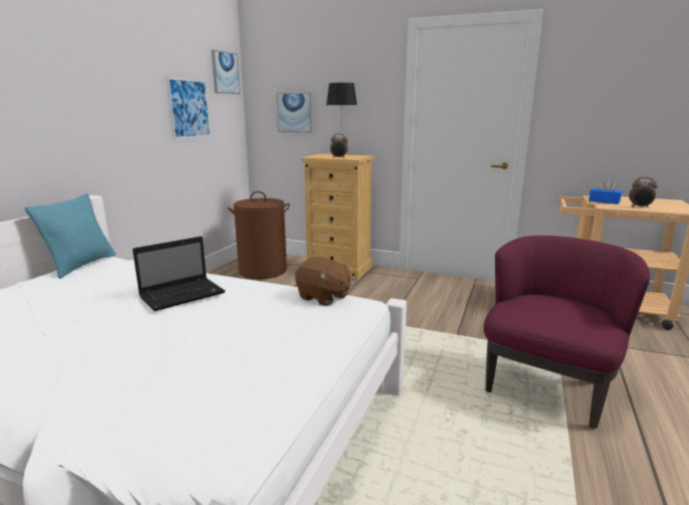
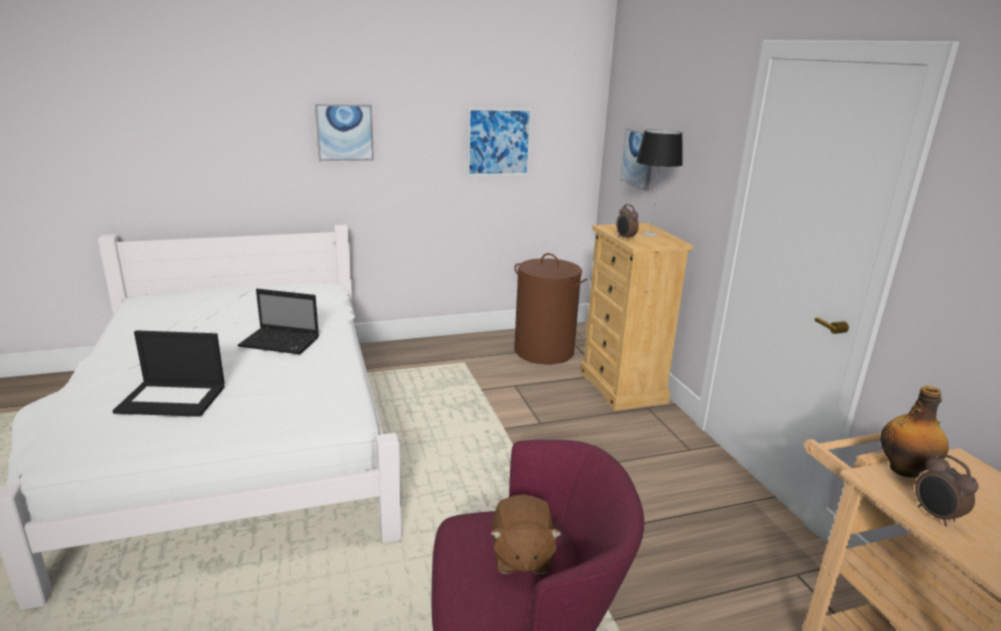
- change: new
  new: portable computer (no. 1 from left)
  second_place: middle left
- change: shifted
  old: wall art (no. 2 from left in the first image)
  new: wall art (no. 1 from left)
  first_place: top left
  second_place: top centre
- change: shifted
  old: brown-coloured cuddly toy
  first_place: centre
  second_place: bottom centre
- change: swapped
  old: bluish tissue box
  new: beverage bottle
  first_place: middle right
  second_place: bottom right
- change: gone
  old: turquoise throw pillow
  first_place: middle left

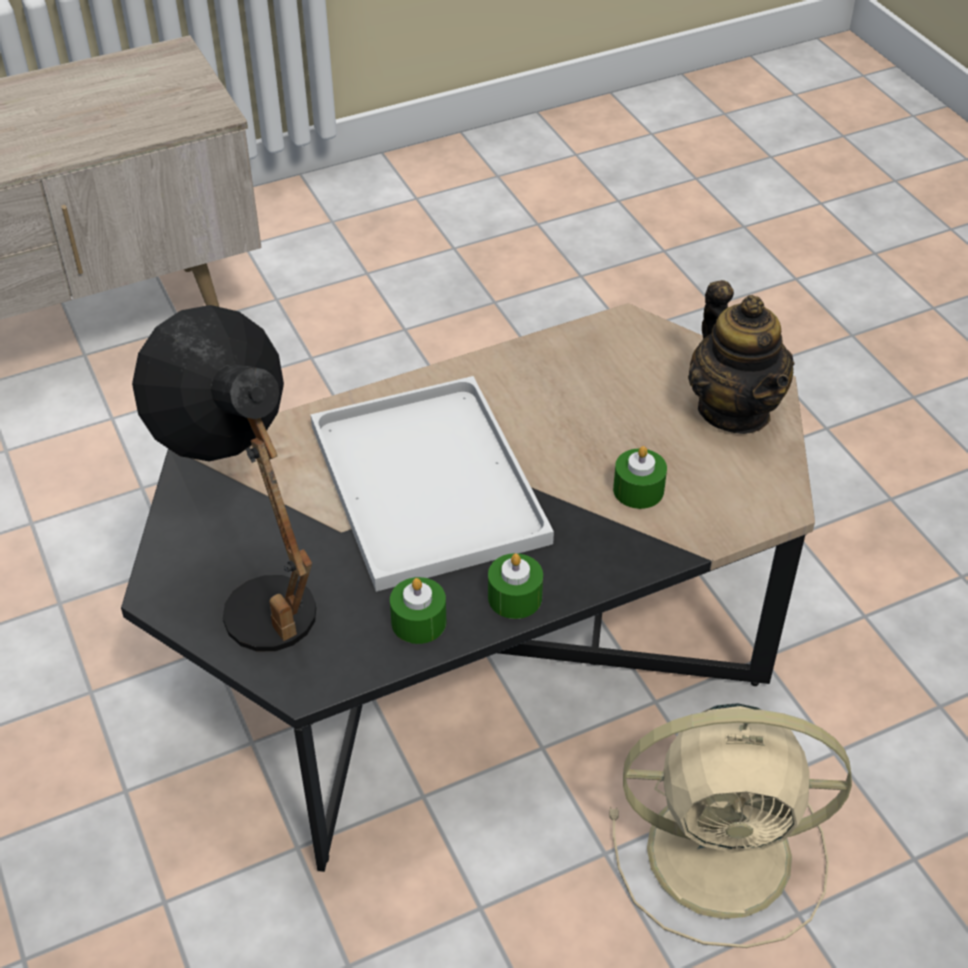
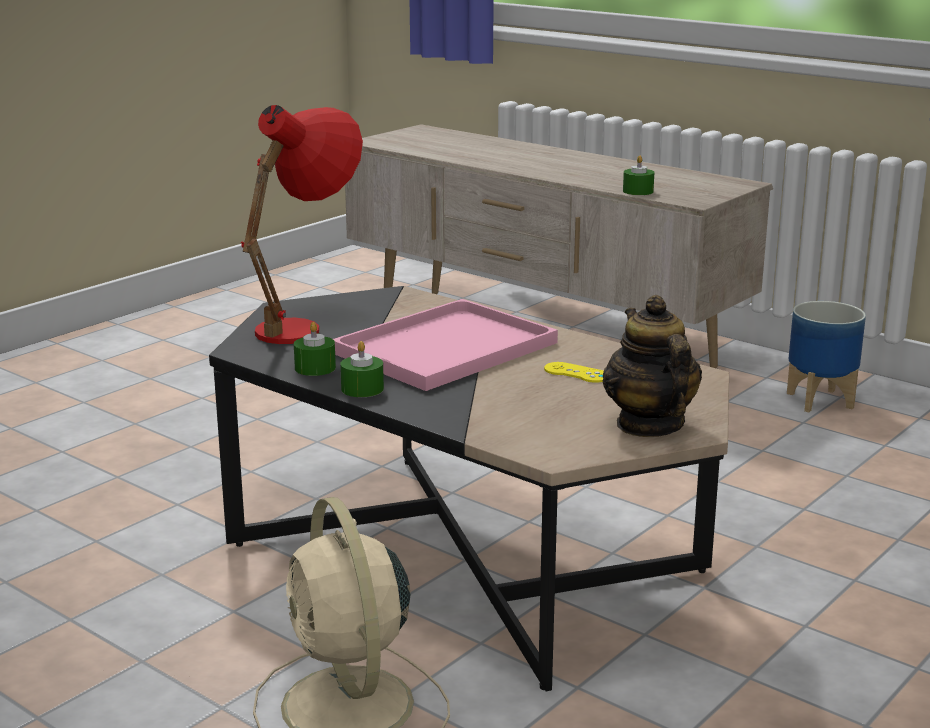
- change: repainted
  old: black tabletop lamp
  new: red tabletop lamp
  first_place: middle left
  second_place: top left
- change: repainted
  old: white-coloured serving tray
  new: pink serving tray
  first_place: centre
  second_place: centre
- change: new
  new: yellow-coloured game controller
  second_place: centre
- change: rotated
  old: pot for tea
  first_place: middle right
  second_place: middle right
  degrees: 120
- change: shifted
  old: greenish wax light (no. 3 from left)
  first_place: centre
  second_place: top right
- change: new
  new: plant pot
  second_place: middle right

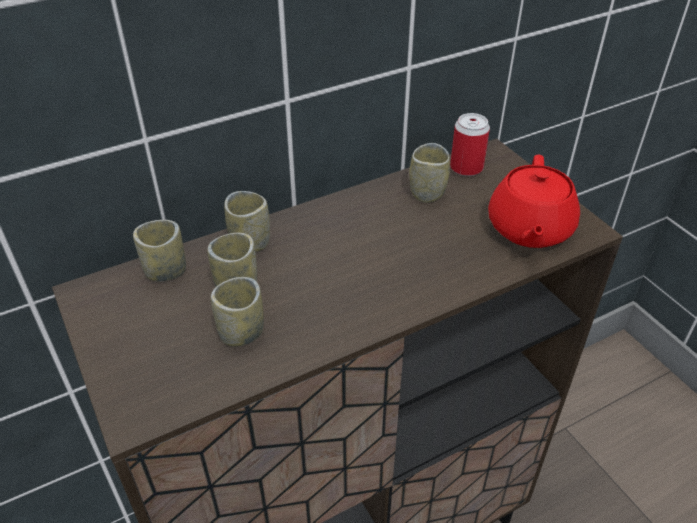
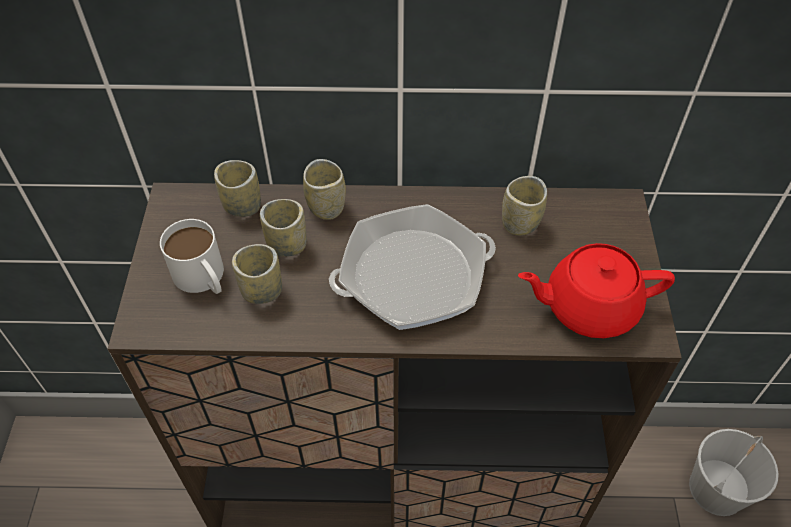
- change: new
  new: white-coloured tea mug
  second_place: middle left
- change: new
  new: pan
  second_place: centre
- change: rotated
  old: red pot for tea
  first_place: middle right
  second_place: middle right
  degrees: 45
- change: new
  new: white-coloured pail
  second_place: bottom right
- change: gone
  old: sealed can
  first_place: top right

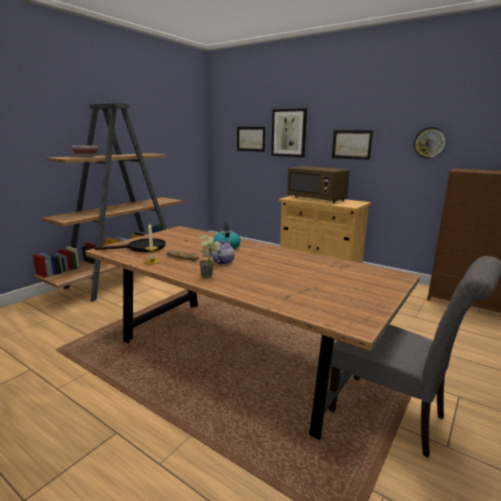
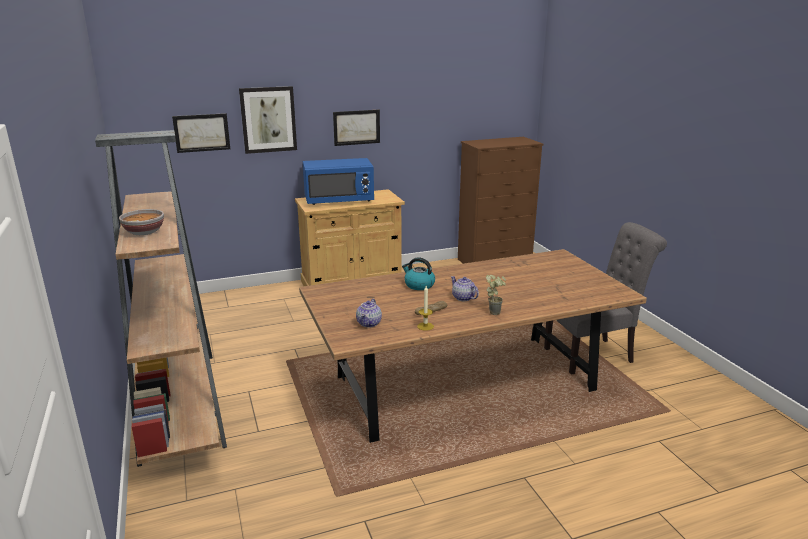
- change: repainted
  old: brown-coloured kitchen microwave
  new: bluish kitchen microwave
  first_place: centre
  second_place: centre
- change: swapped
  old: black pan
  new: pot for tea (no. 1 from left)
  first_place: middle left
  second_place: centre
- change: gone
  old: hanging clock
  first_place: top right

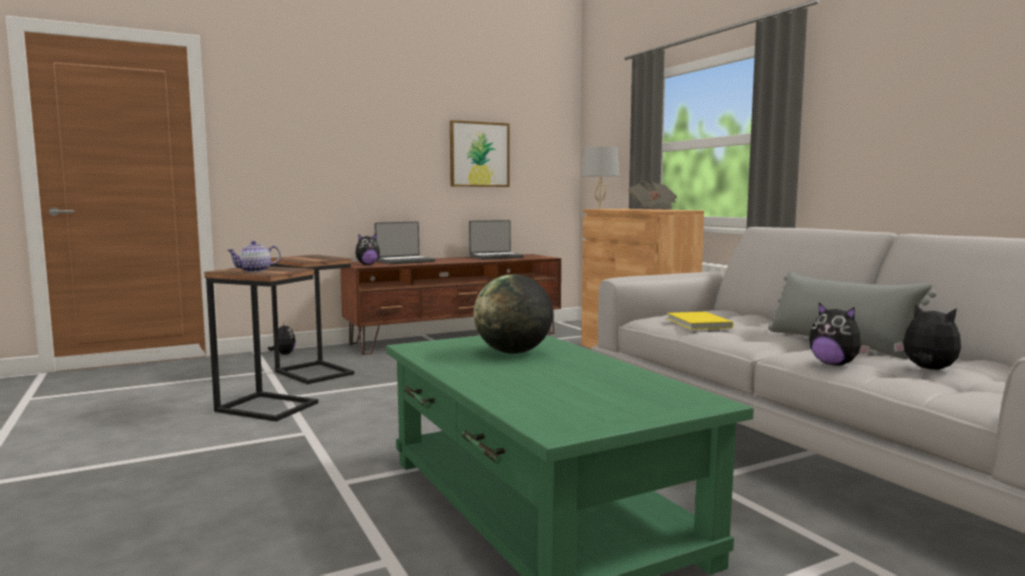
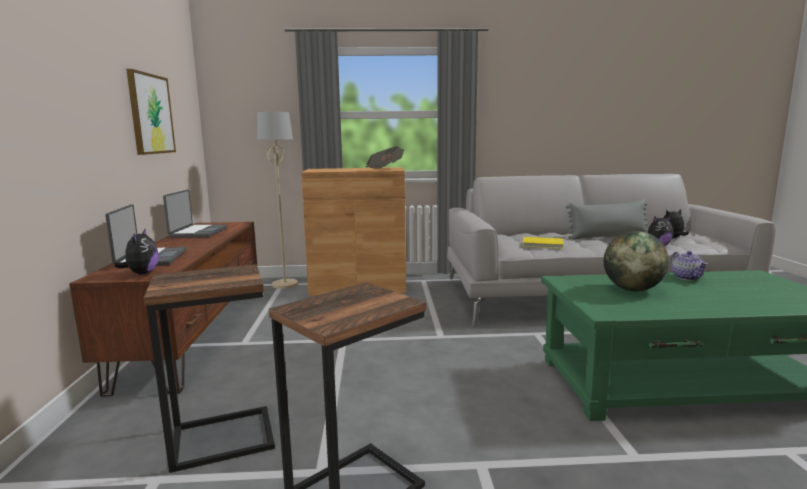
- change: shifted
  old: pot for tea
  first_place: middle left
  second_place: middle right
- change: gone
  old: cuddly toy (no. 1 from left)
  first_place: middle left

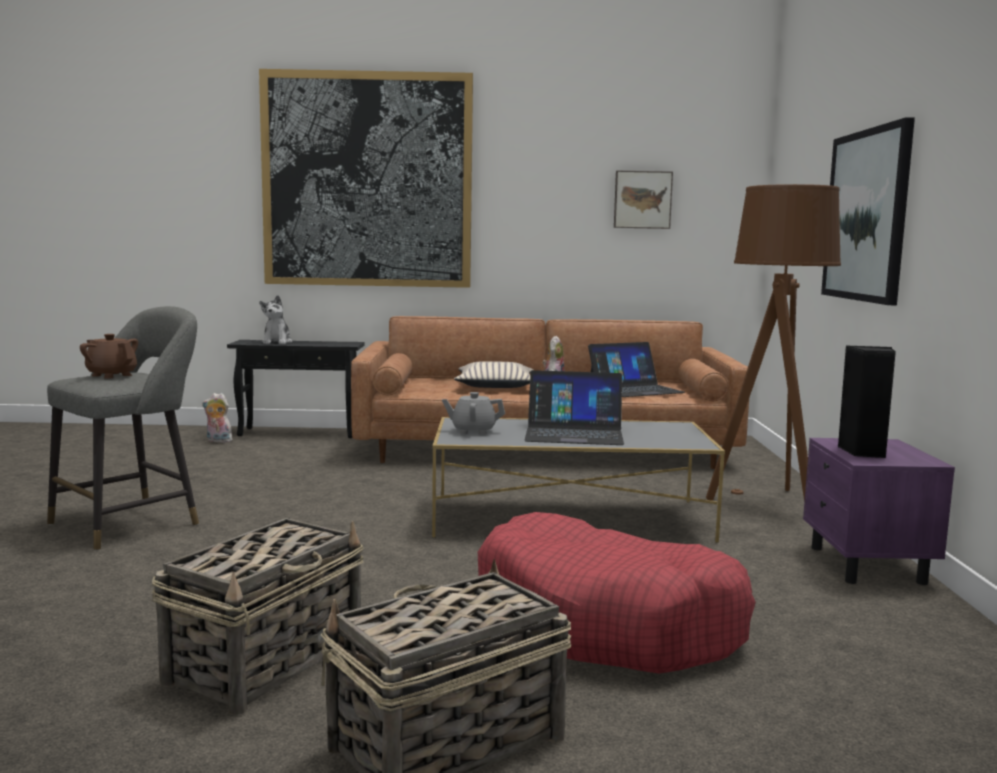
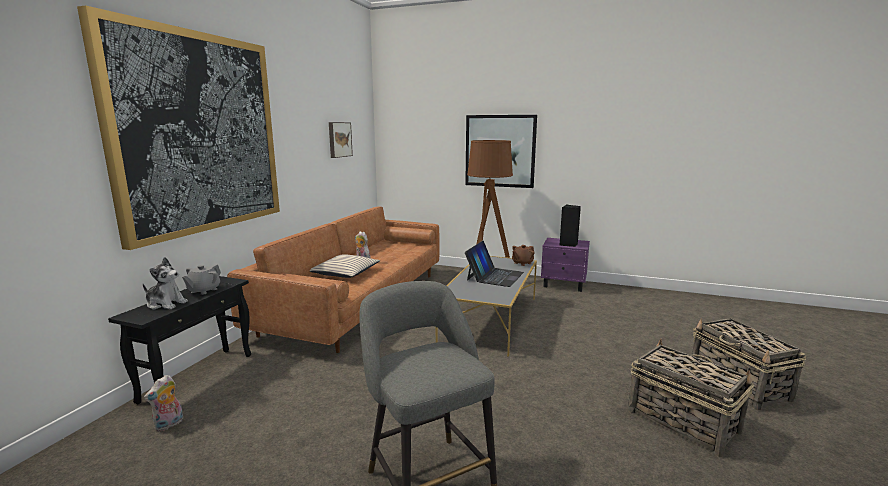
- change: shifted
  old: gray pot for tea
  first_place: centre
  second_place: middle left
- change: shifted
  old: brown-coloured pot for tea
  first_place: middle left
  second_place: centre
- change: gone
  old: red dog bed
  first_place: bottom centre
- change: gone
  old: portable computer (no. 2 from left)
  first_place: centre

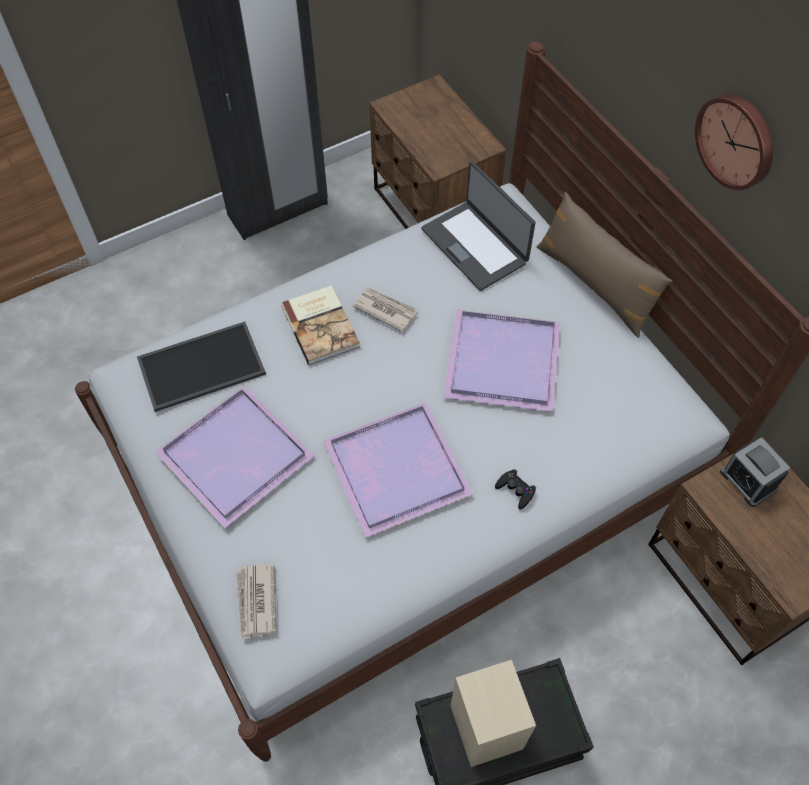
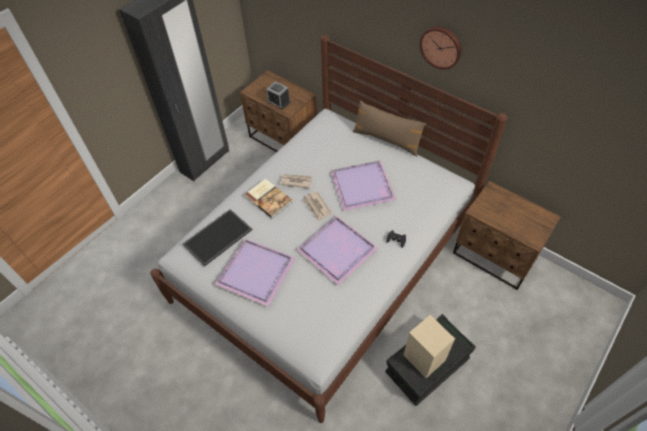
- change: shifted
  old: table clock
  first_place: middle right
  second_place: top centre
- change: shifted
  old: daily paper (no. 1 from left in the first image)
  new: daily paper (no. 2 from left)
  first_place: bottom left
  second_place: centre
- change: gone
  old: portable computer
  first_place: top centre

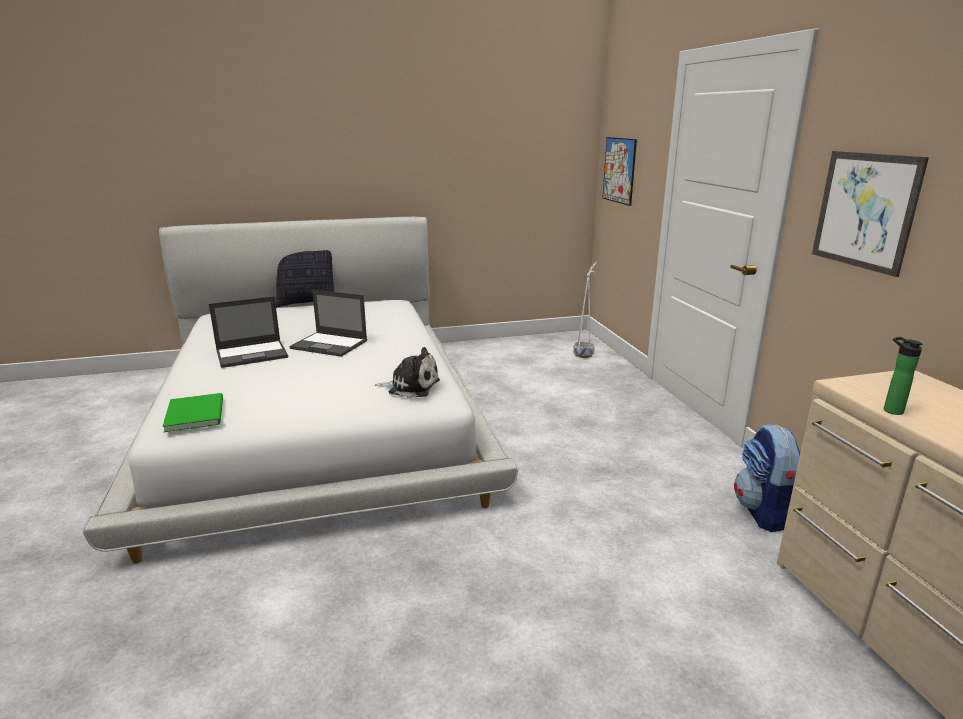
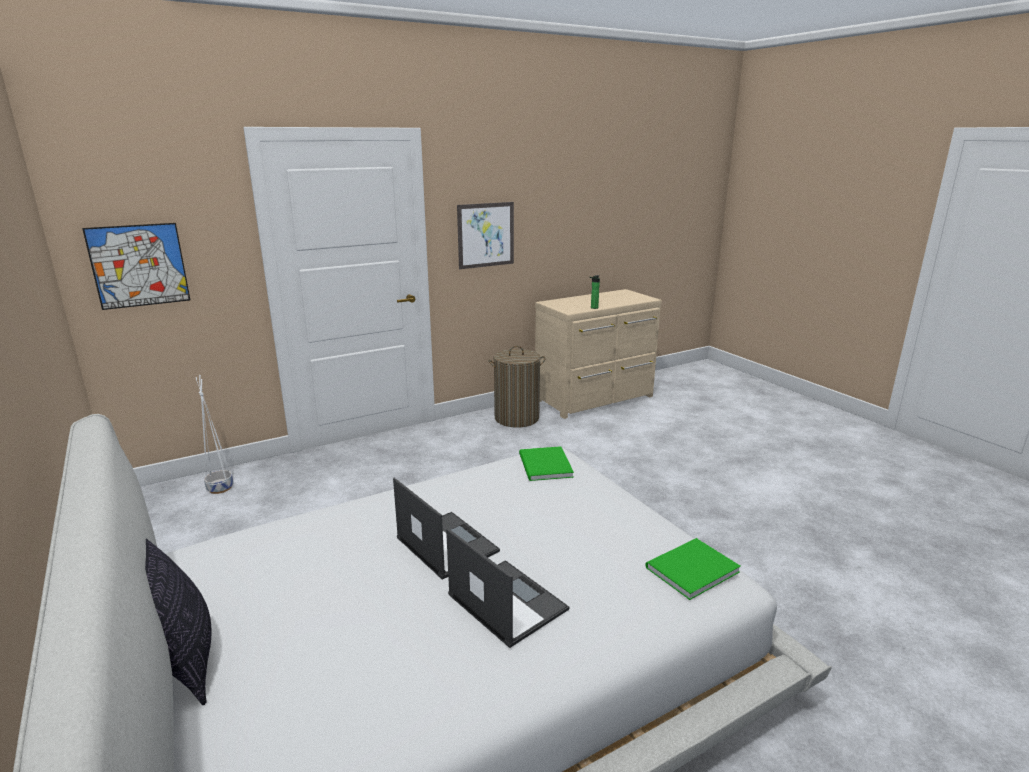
- change: rotated
  old: portable computer (no. 2 from left in the first image)
  first_place: centre
  second_place: bottom centre
  degrees: -45
- change: swapped
  old: rucksack
  new: washing basket
  first_place: middle right
  second_place: centre
- change: swapped
  old: cuddly toy
  new: greenish volume (no. 1 from left)
  first_place: centre
  second_place: centre

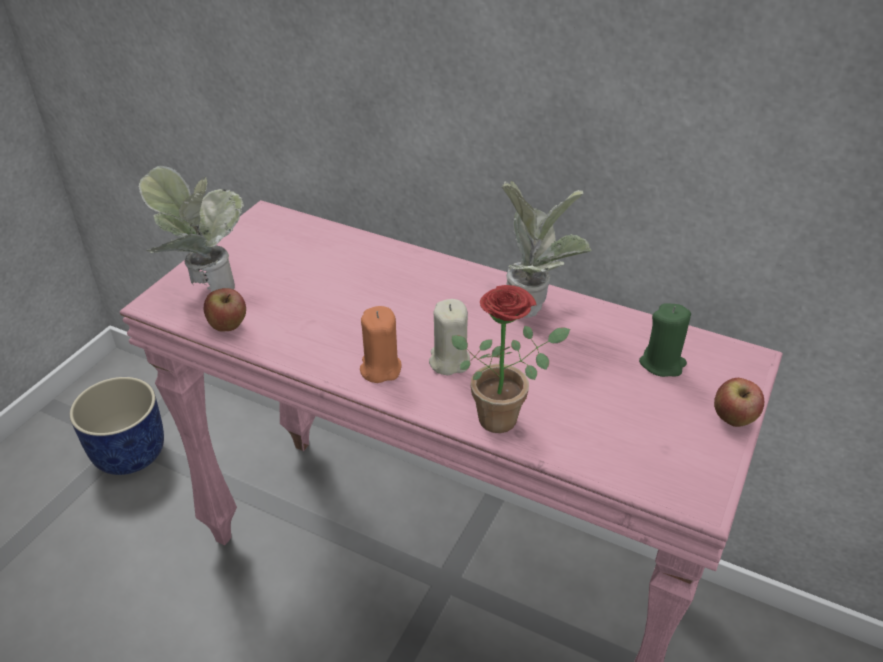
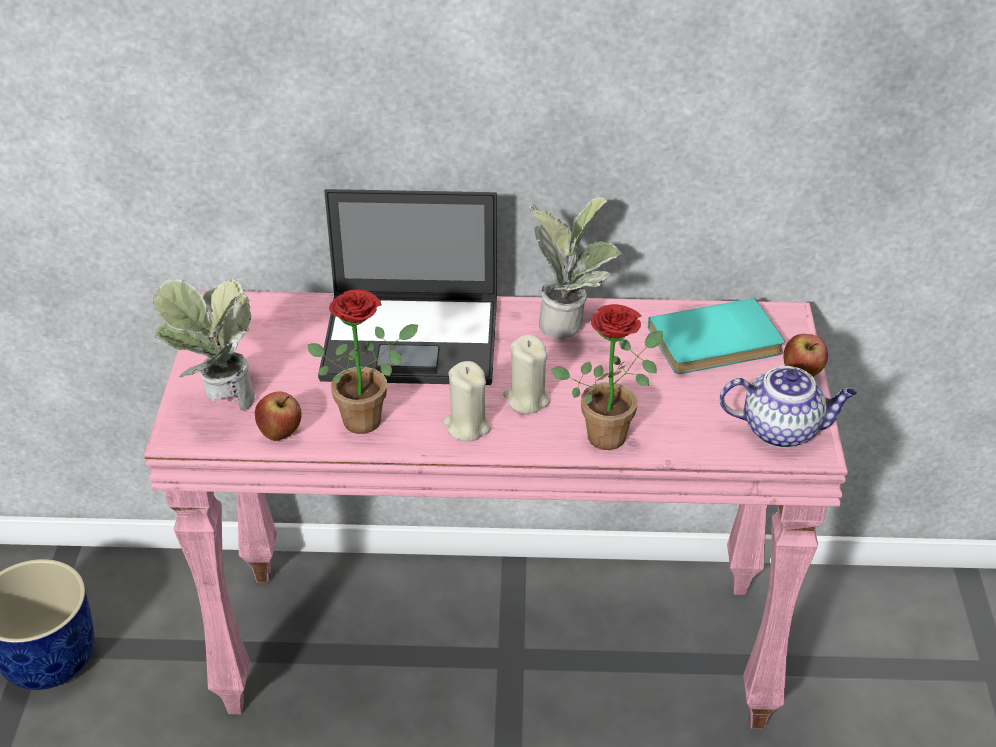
- change: new
  new: plant in a pot (no. 2 from left)
  second_place: centre
- change: new
  new: portable computer
  second_place: centre
- change: repainted
  old: orangey wax light
  new: beige wax light (no. 1 from left)
  first_place: centre
  second_place: centre
- change: swapped
  old: greenish wax light
  new: turquoise volume
  first_place: middle right
  second_place: middle right
- change: new
  new: pot for tea
  second_place: middle right

